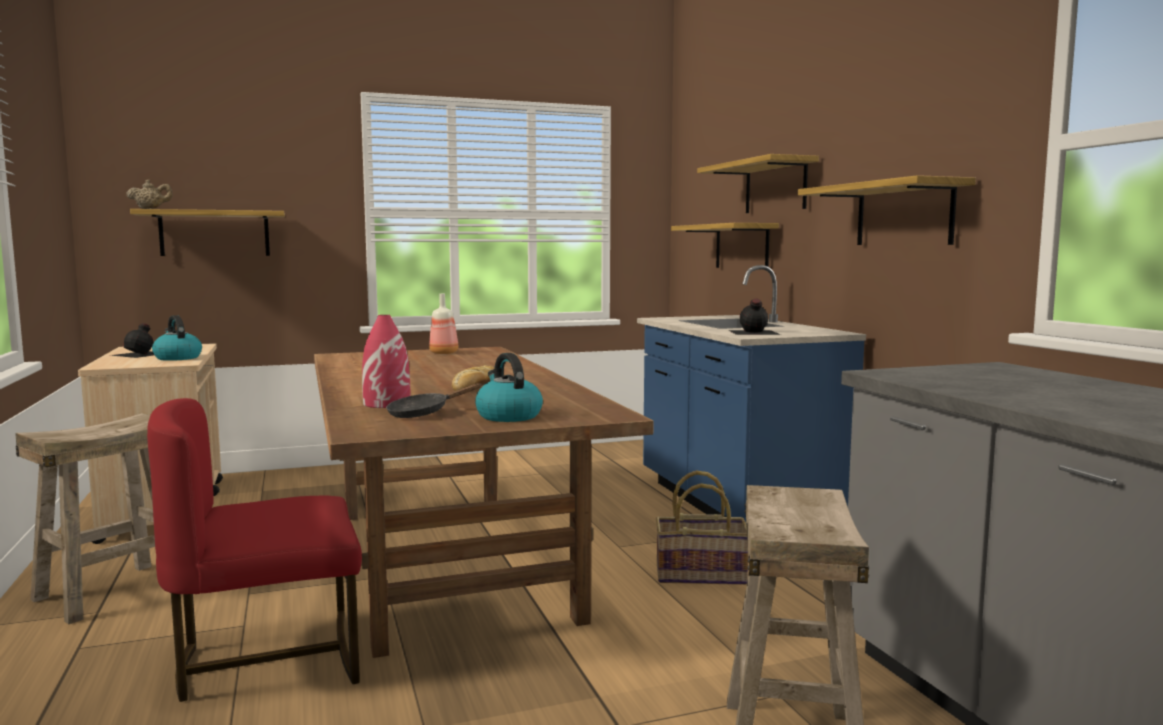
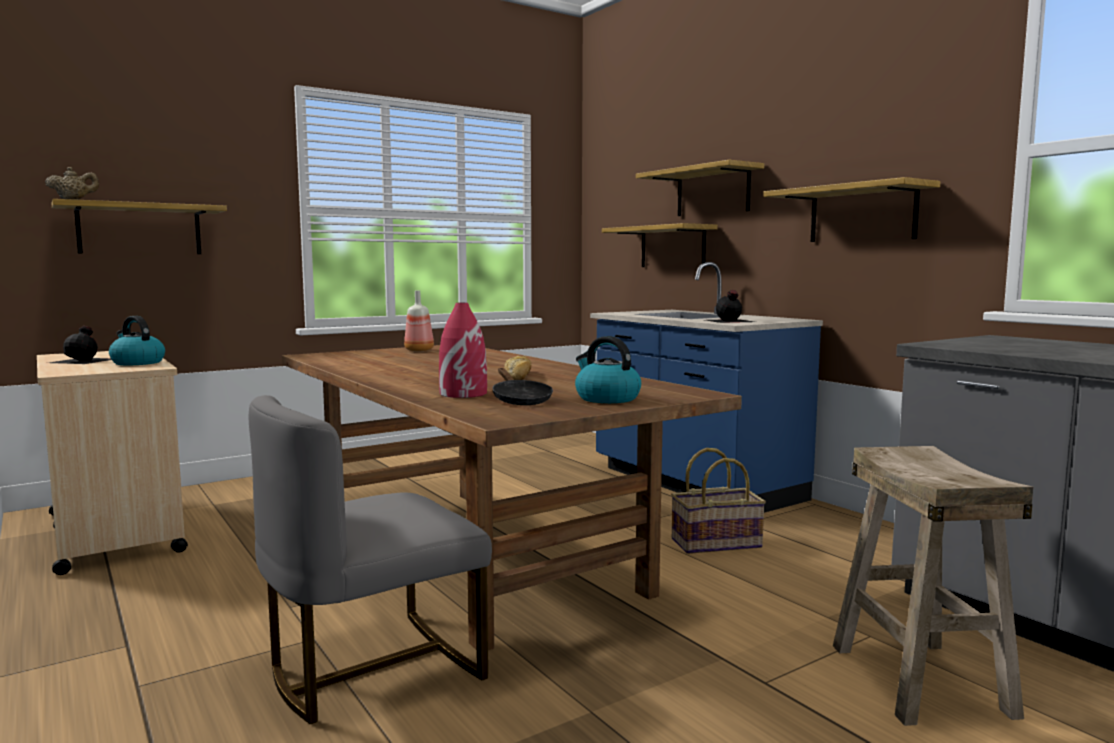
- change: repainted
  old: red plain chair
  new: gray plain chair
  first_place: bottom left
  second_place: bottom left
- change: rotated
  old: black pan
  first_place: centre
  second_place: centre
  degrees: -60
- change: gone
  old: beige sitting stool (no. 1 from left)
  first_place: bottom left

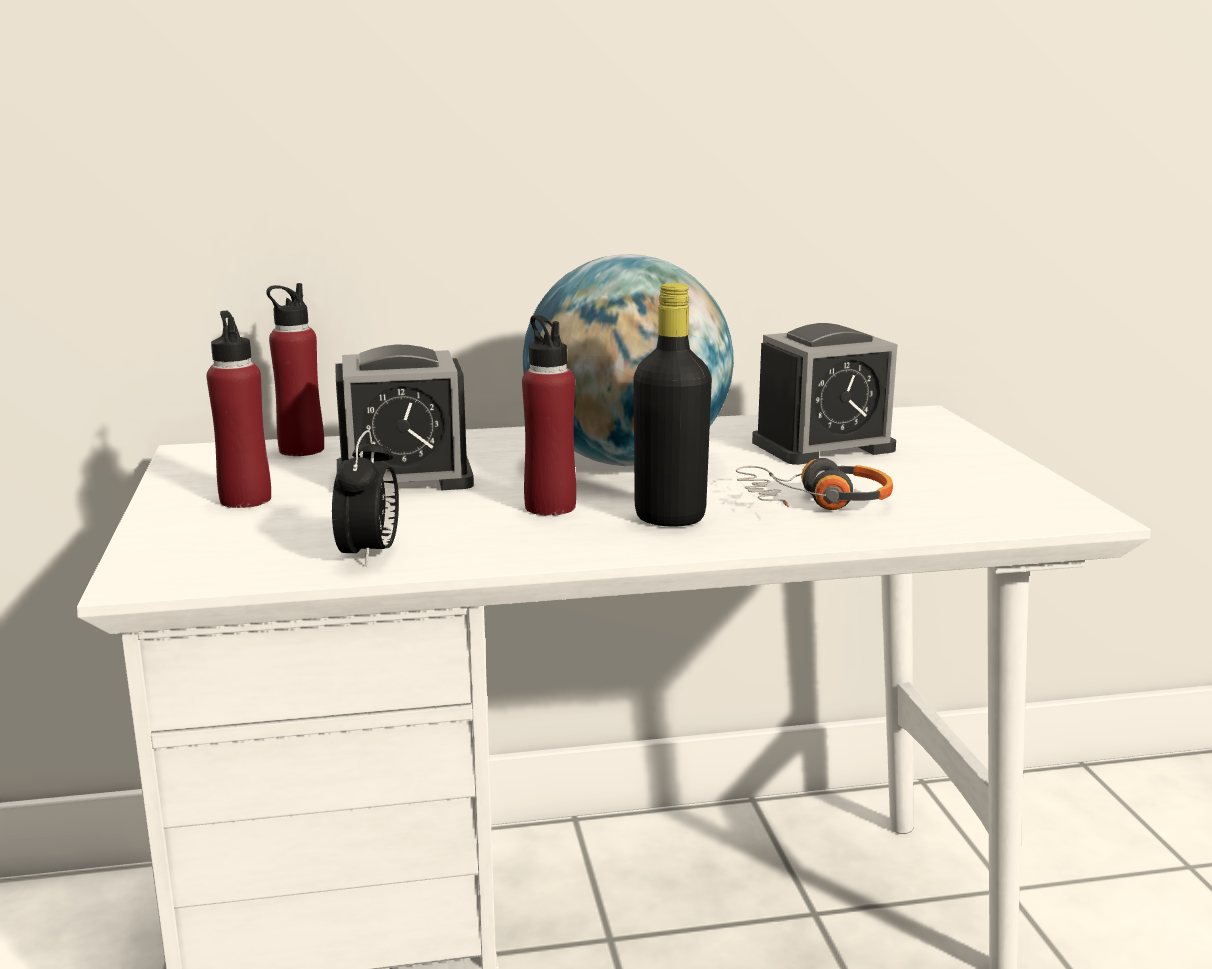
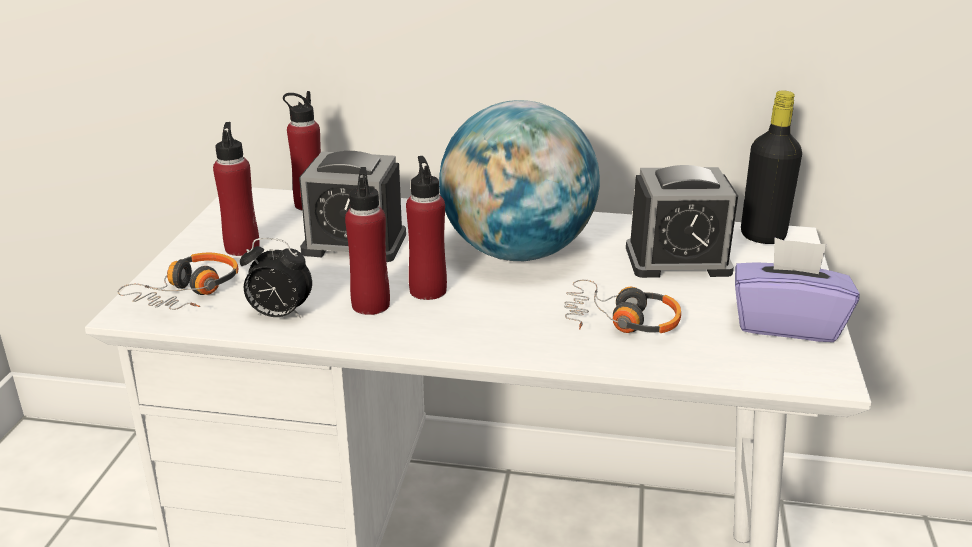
- change: new
  new: headphones (no. 1 from left)
  second_place: middle left
- change: rotated
  old: table clock (no. 1 from left)
  first_place: middle left
  second_place: middle left
  degrees: 75
- change: new
  new: red beverage bottle (no. 3 from left)
  second_place: centre
- change: new
  new: purple tissue box
  second_place: middle right
- change: shifted
  old: black beverage bottle
  first_place: centre
  second_place: top right

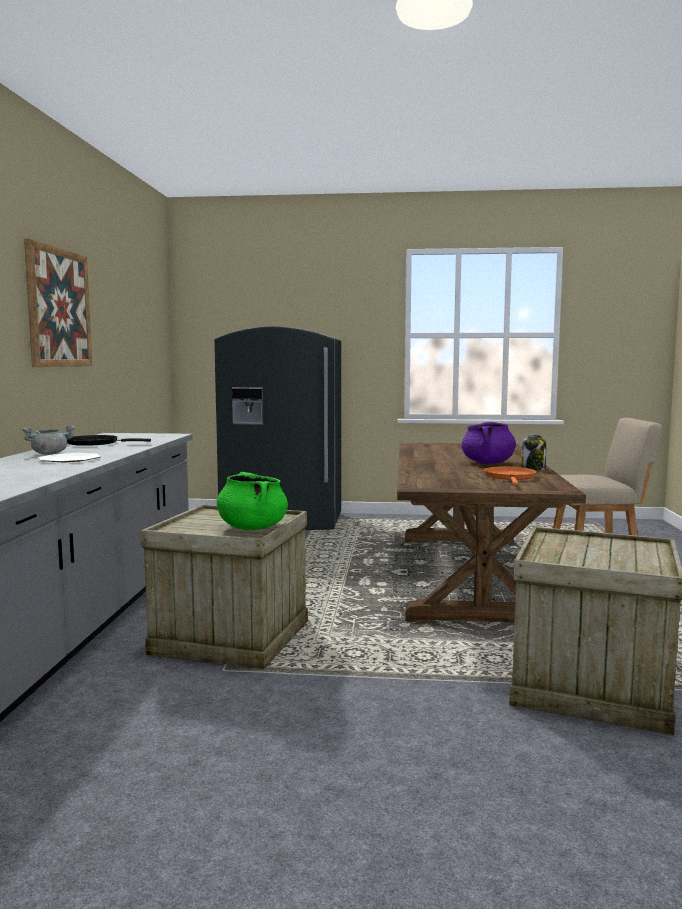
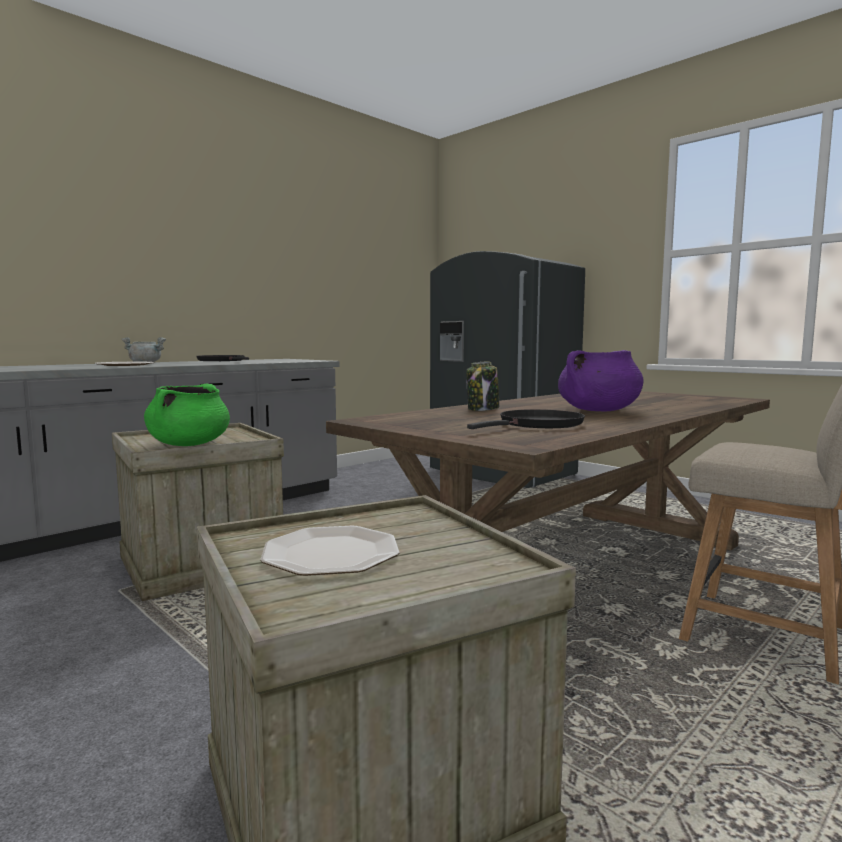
- change: new
  new: plate (no. 2 from left)
  second_place: centre
- change: shifted
  old: storage jar
  first_place: middle right
  second_place: centre
- change: repainted
  old: orangey pan
  new: black pan (no. 2 from left)
  first_place: middle right
  second_place: centre
- change: gone
  old: wall art
  first_place: middle left

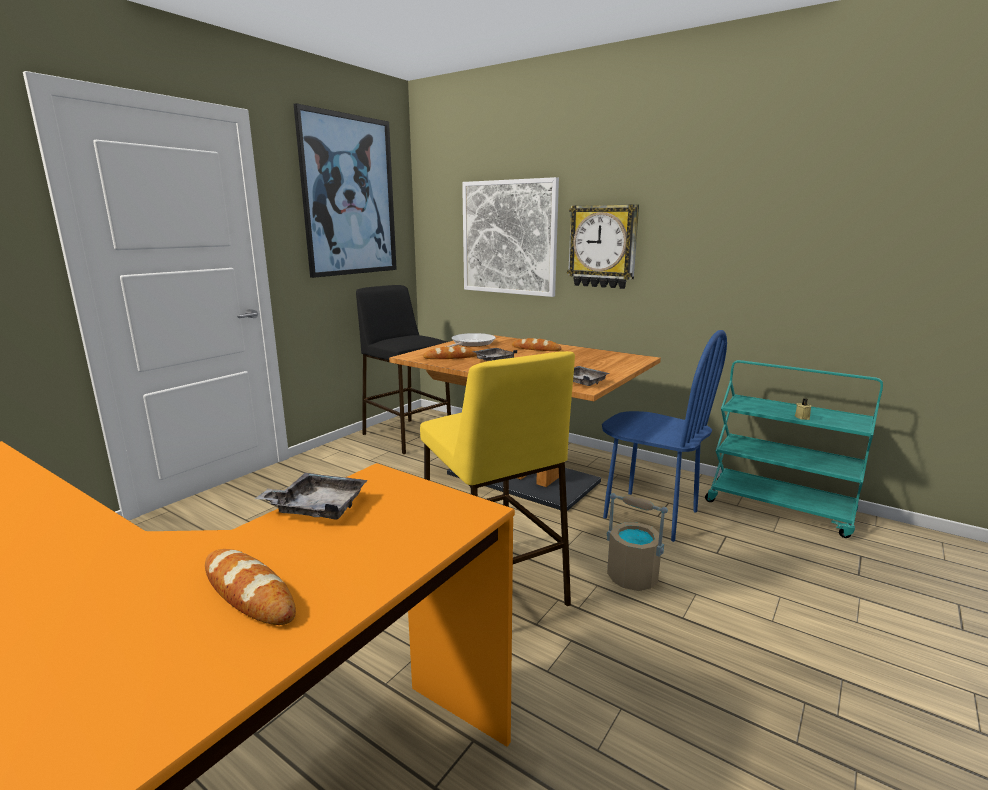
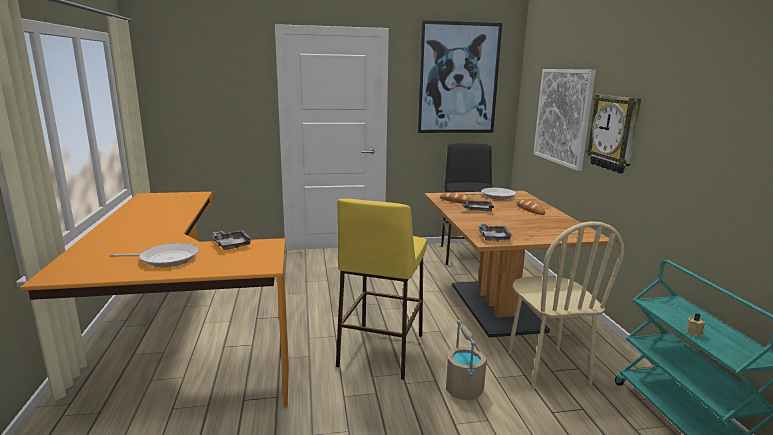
- change: swapped
  old: baked bread (no. 1 from left)
  new: pan (no. 1 from left)
  first_place: bottom left
  second_place: middle left
- change: repainted
  old: bluish plain chair
  new: beige plain chair
  first_place: middle right
  second_place: bottom right

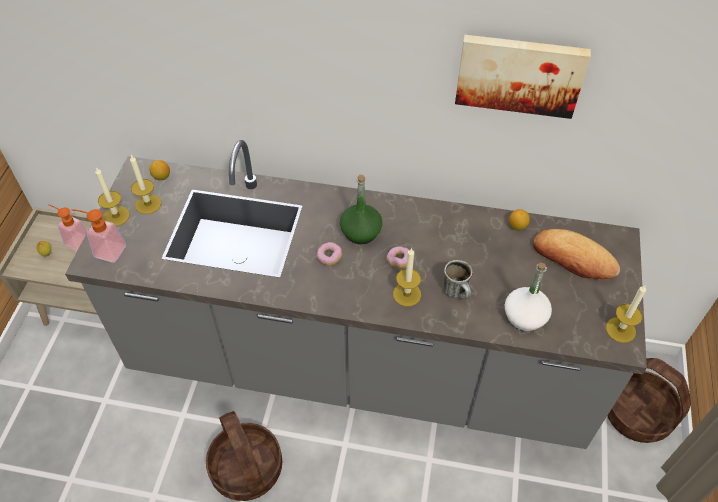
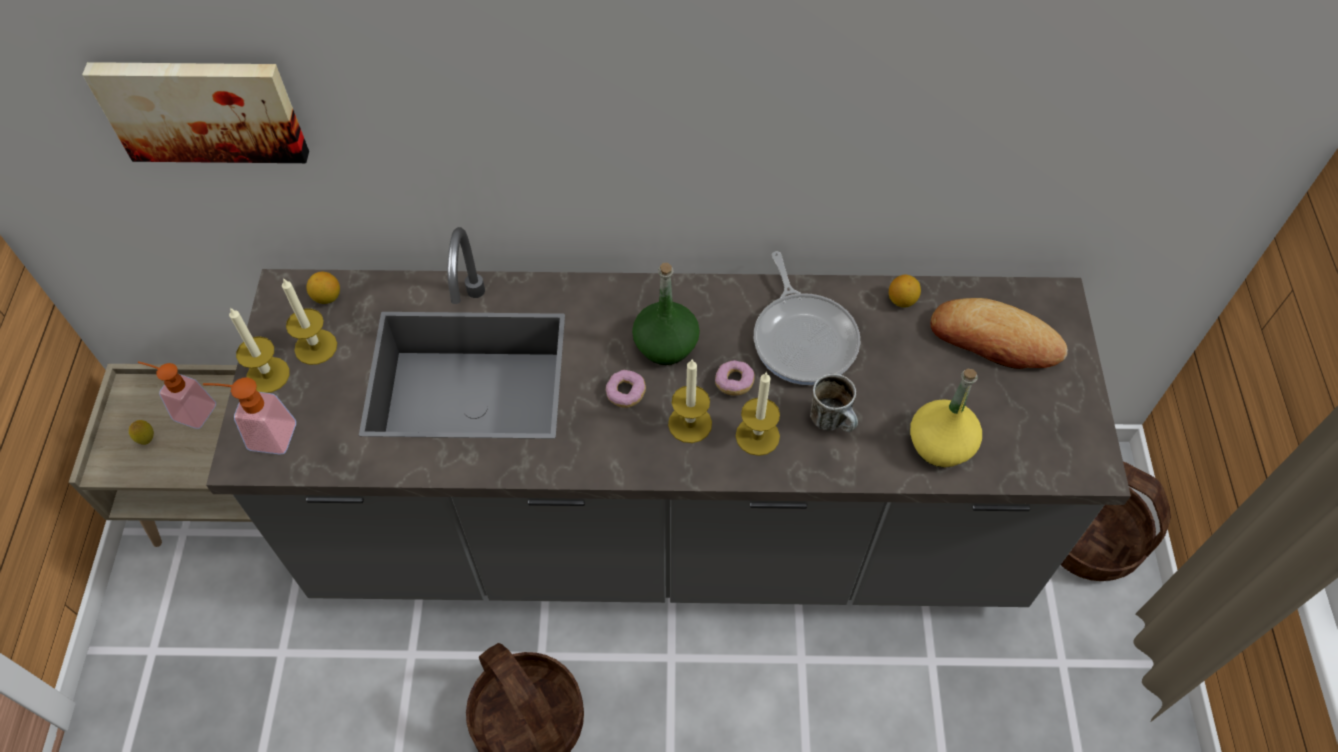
- change: shifted
  old: wall art
  first_place: top right
  second_place: top left
- change: shifted
  old: wax light (no. 4 from left in the first image)
  new: wax light (no. 3 from left)
  first_place: middle right
  second_place: centre
- change: new
  new: pan
  second_place: centre
- change: repainted
  old: white-coloured beverage bottle
  new: yellow-coloured beverage bottle
  first_place: middle right
  second_place: middle right

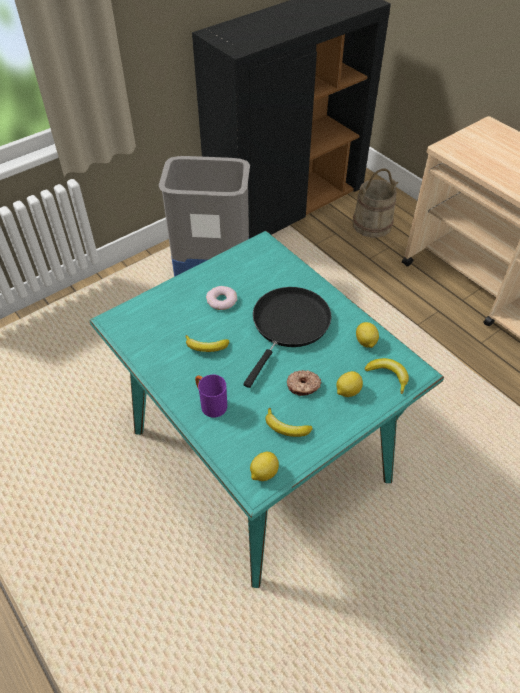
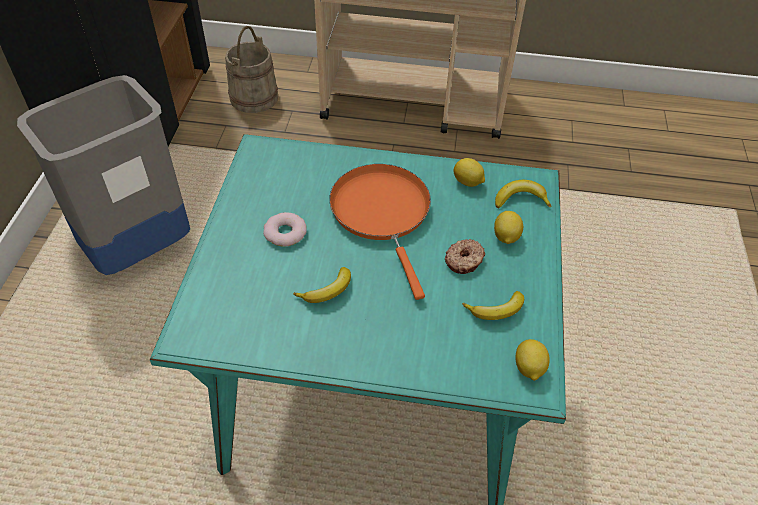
- change: repainted
  old: black pan
  new: orangey pan
  first_place: centre
  second_place: centre
- change: gone
  old: purple tea mug
  first_place: centre

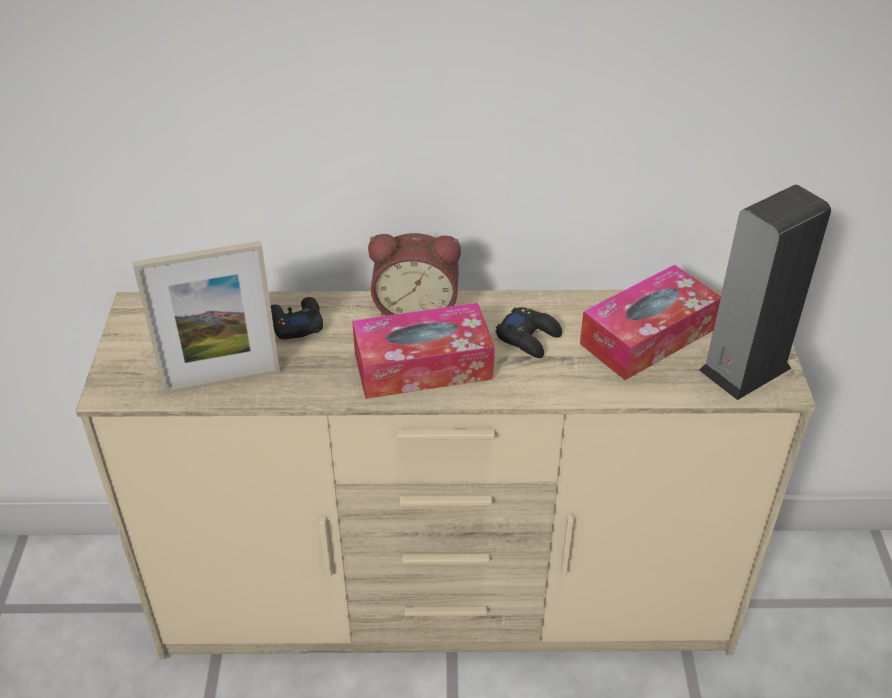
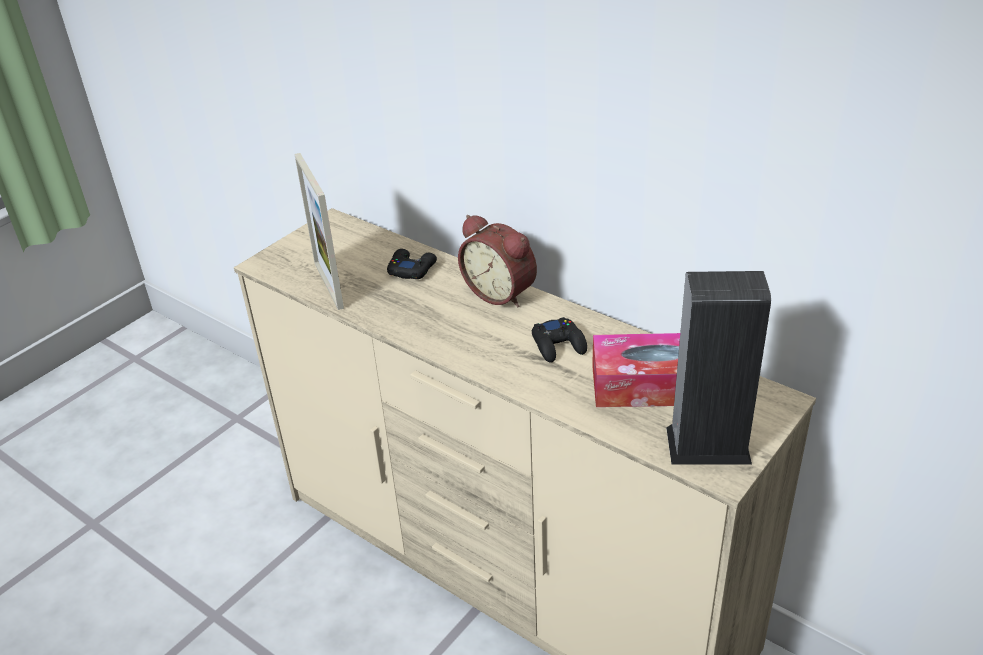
- change: rotated
  old: picture frame
  first_place: middle left
  second_place: middle left
  degrees: 45
- change: gone
  old: tissue box (no. 1 from left)
  first_place: centre

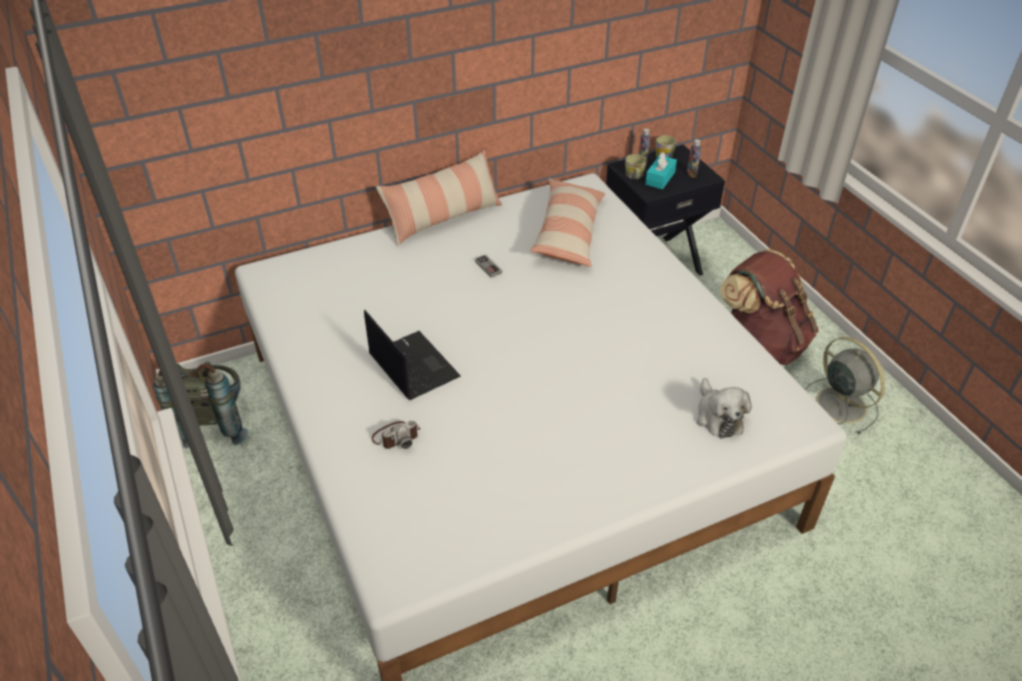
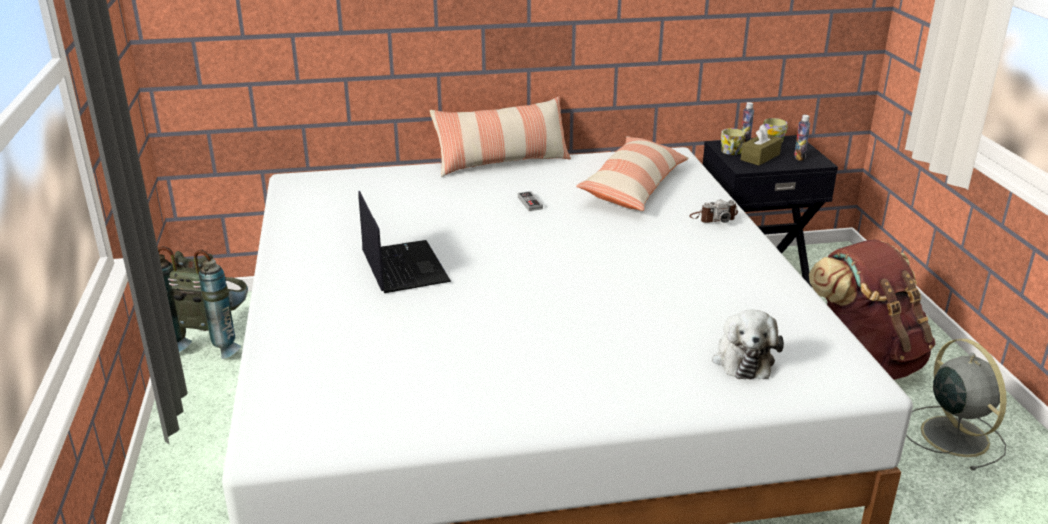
- change: shifted
  old: photo camera
  first_place: centre
  second_place: middle right
- change: repainted
  old: turquoise tissue box
  new: brown-coloured tissue box
  first_place: top centre
  second_place: top right

